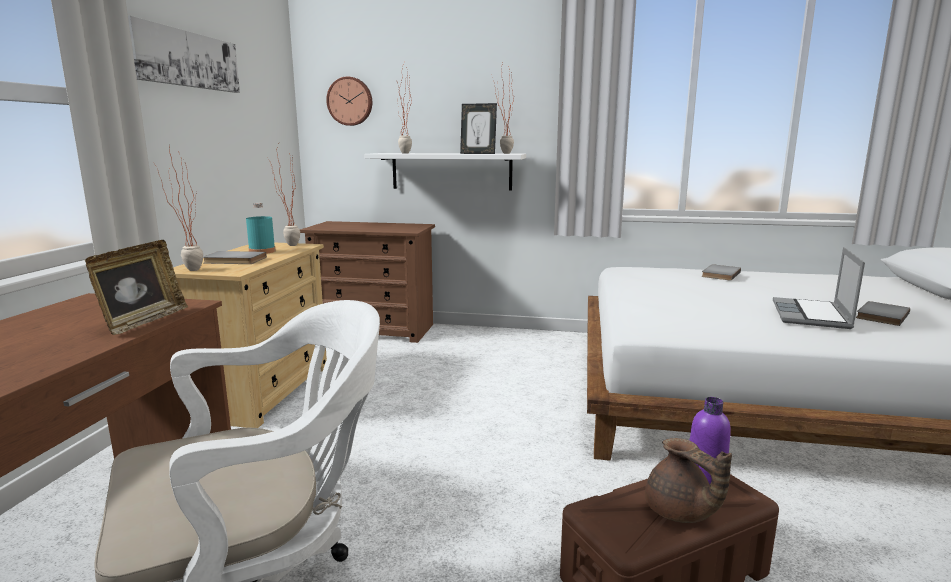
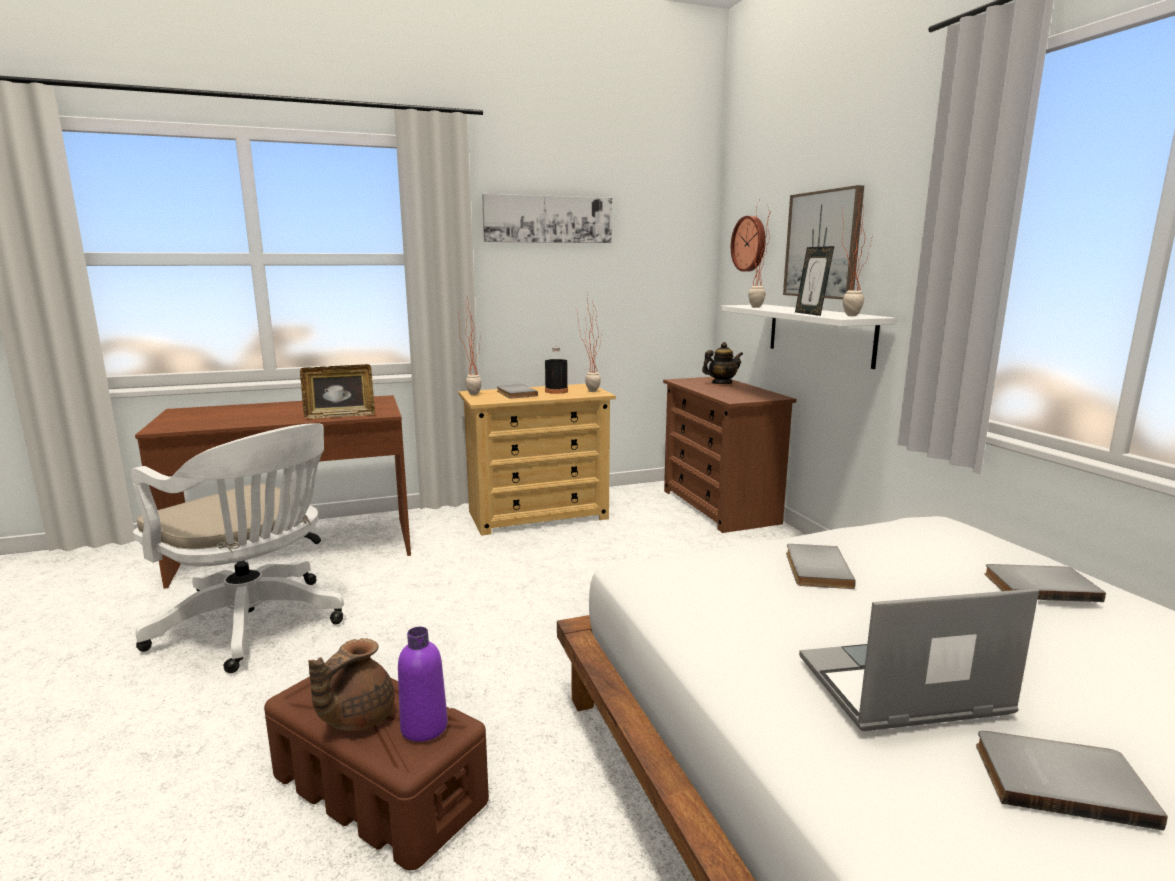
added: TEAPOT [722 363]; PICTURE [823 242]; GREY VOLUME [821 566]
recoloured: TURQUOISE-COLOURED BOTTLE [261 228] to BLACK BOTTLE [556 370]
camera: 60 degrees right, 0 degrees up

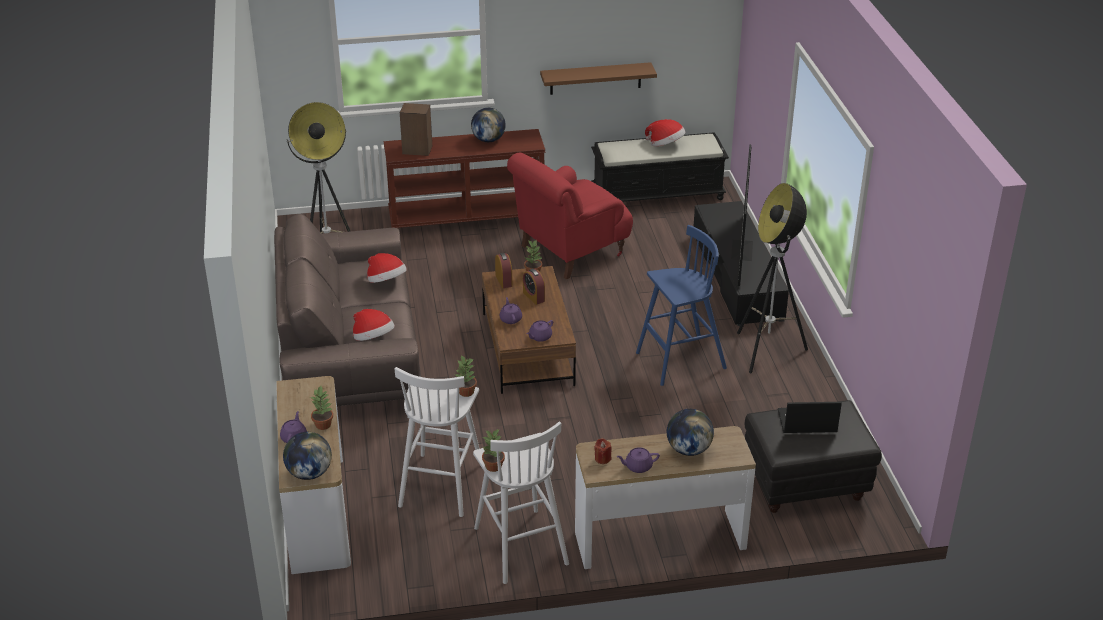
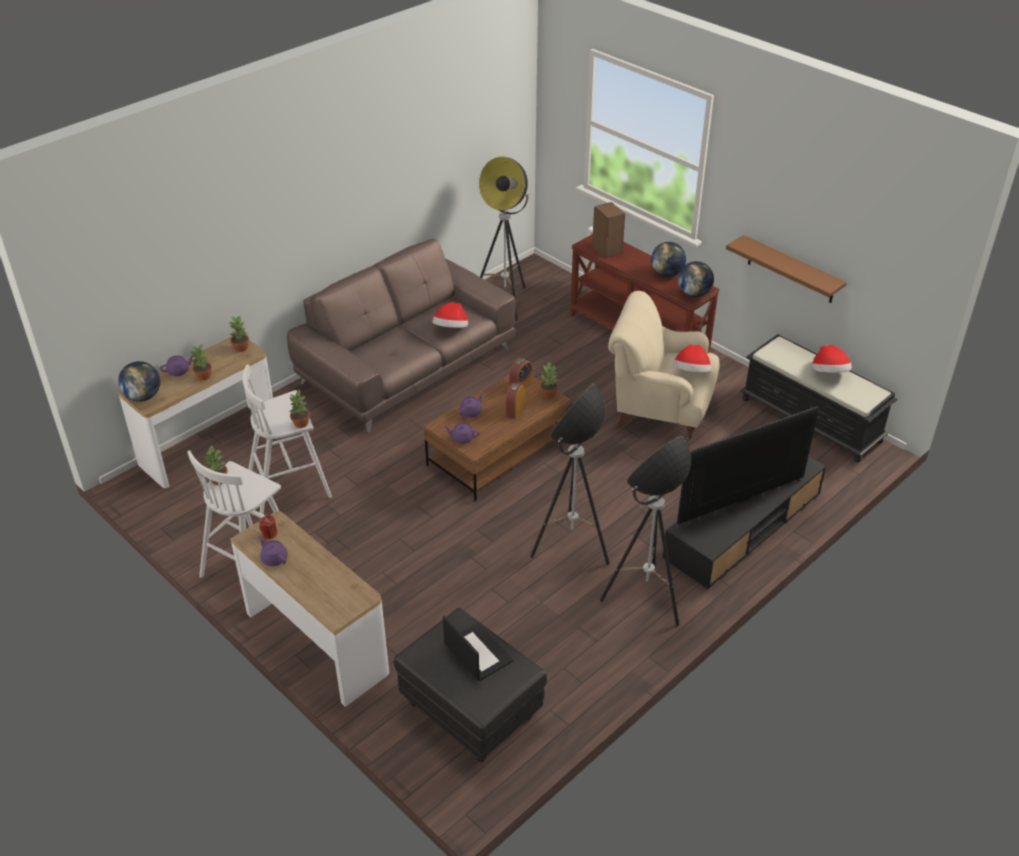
added: PLANT IN A POT [239 334]
moved: HAT [374 325] to [692 358]; GLOBE [690 432] to [696 279]
replaced: BLUE-COLOURED STOOL SEAT [681 305] to STANDARD LAMP [570 474]
recoloured: REDDISH LOUNGE CHAIR [570 216] to SAND-COLOURED LOUNGE CHAIR [663 366]
camera: 55 degrees right, 5 degrees up

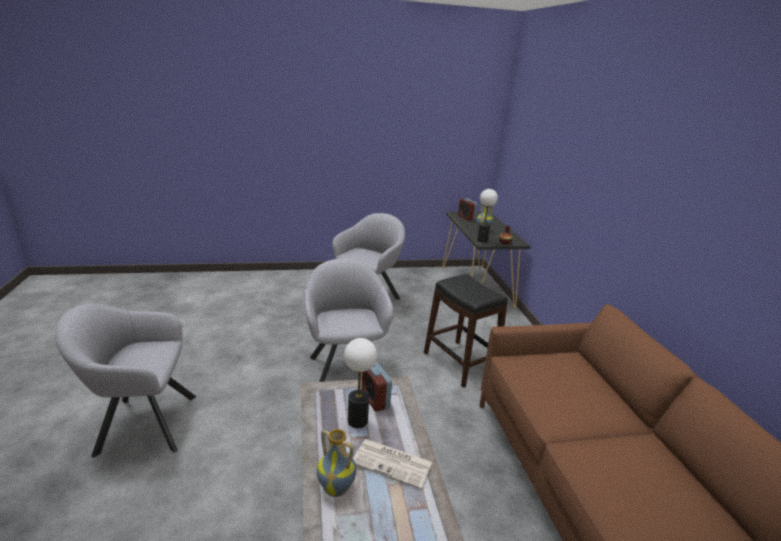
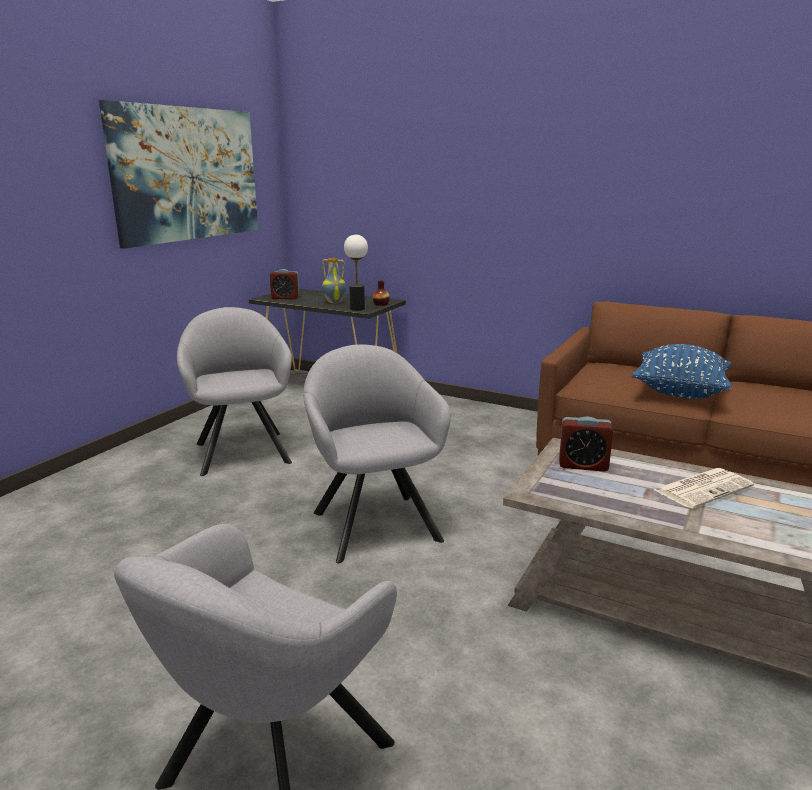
removed: FLOWER VASE [336 463]; LAMP FOR A TABLE [360 383]; BLACK STOOL SEAT [466 331]
added: PICTURE [178 174]; BLUE-COLOURED PILLOW [682 371]
turned: GREY LOUNGE CHAIR [348 320] = [377 453] 45 degrees clockwise
camera: 50 degrees left, 5 degrees down

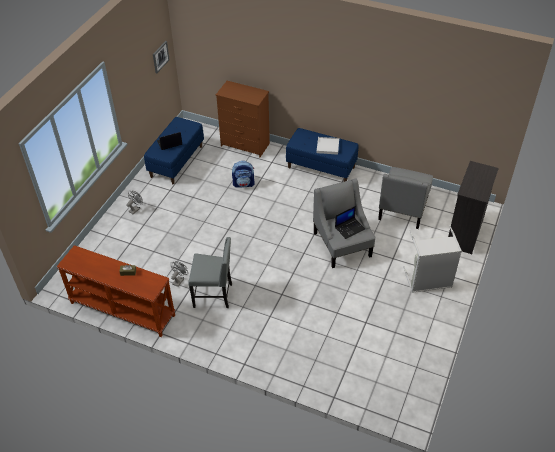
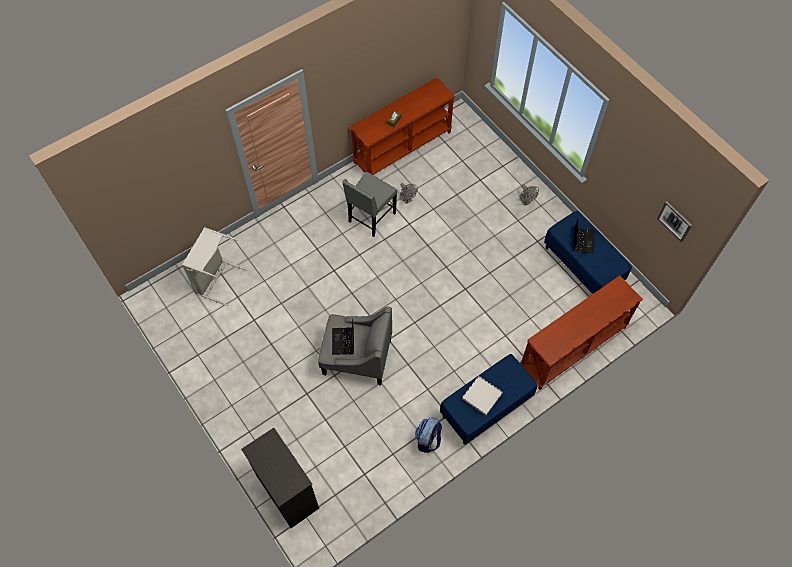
removed: GREY LOUNGE CHAIR [405 198]
moved: KNAPSACK [243 174] to [428 435]; GREY HAMPER [432 259] to [215 266]
replaced: BROWN-COLOURED DRESSER [243 119] to BROWN-COLOURED HALL TABLE [581 332]
camera: 120 degrees right, 15 degrees up

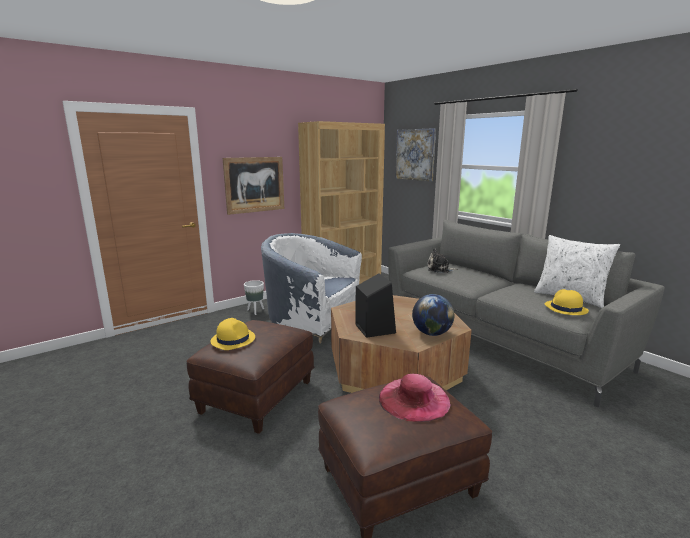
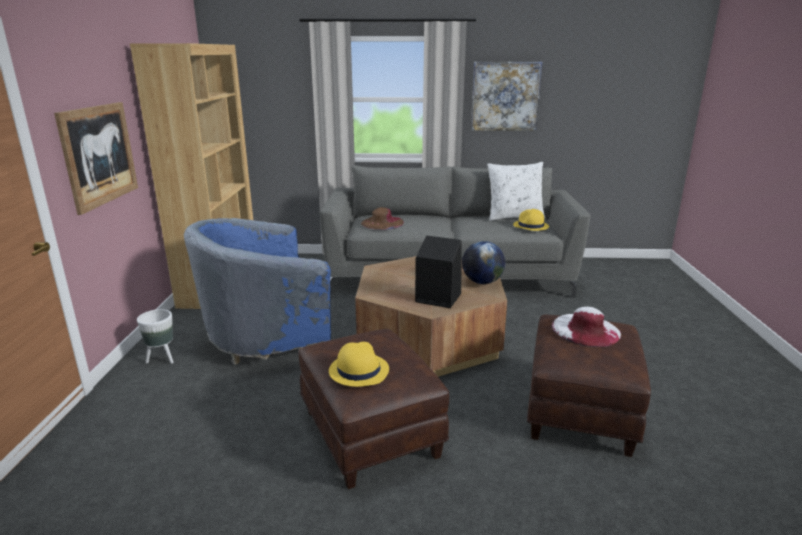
moved: PICTURE [415 155] to [506 96]
replaced: PLUSH TOY [442 260] to BROWN-COLOURED HAT [382 218]
recoloured: WHITISH LOUNGE CHAIR [311 288] to BLUE-COLOURED LOUNGE CHAIR [257 291]; PINK HAT [415 398] to WHITISH HAT [586 327]
camera: 50 degrees left, 5 degrees up

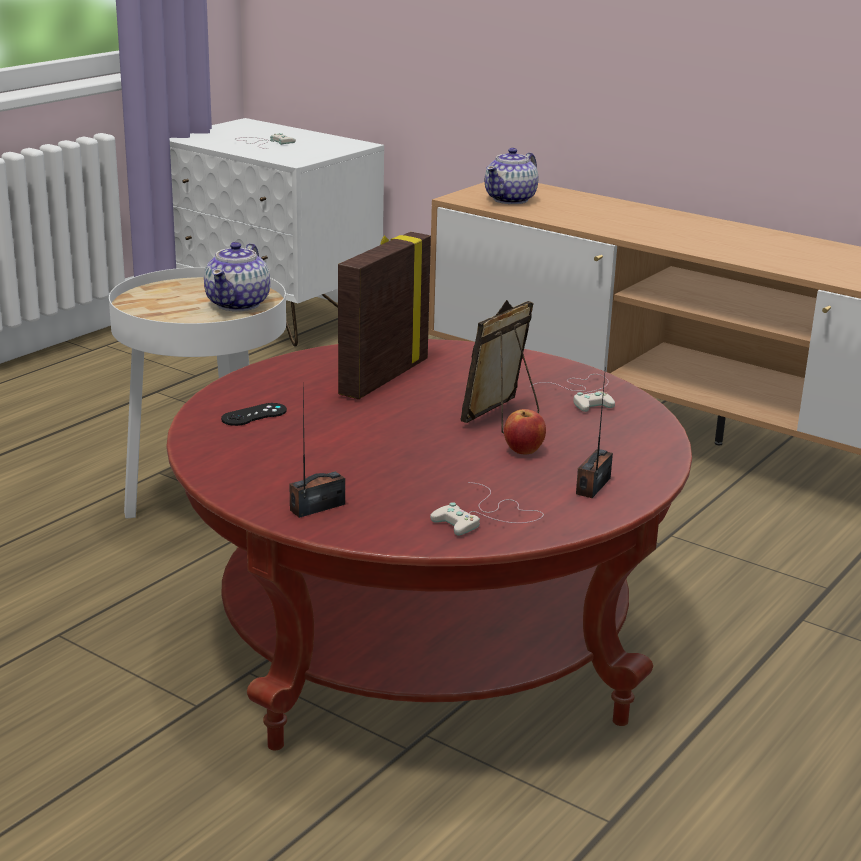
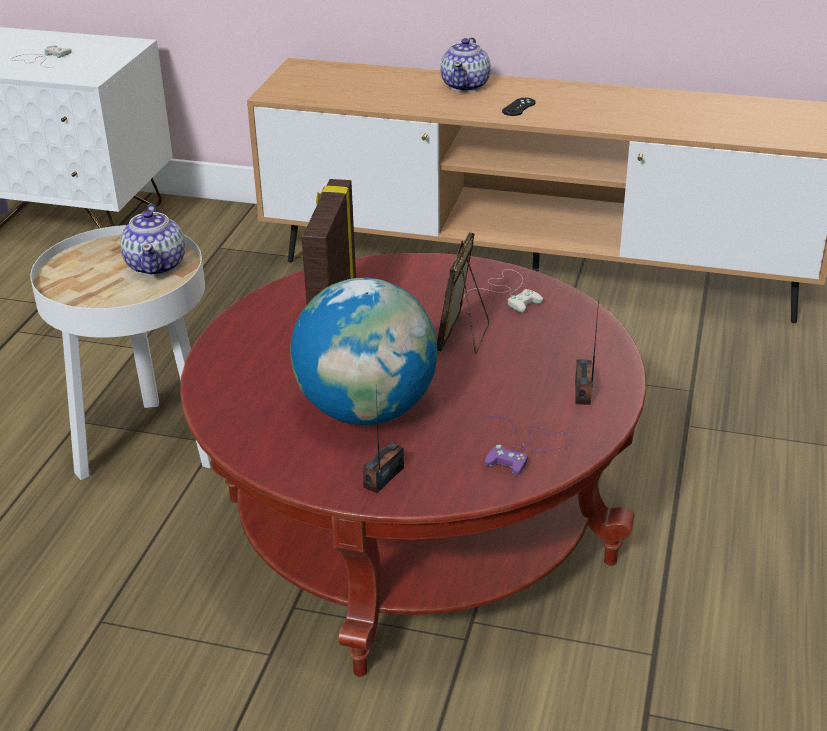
removed: APPLE FRUIT [525 431]
added: GLOBE [364 351]
moved: BLACK GAME CONTROLLER [254 414] to [519 107]; TEAPOT [511 176] to [465 64]
recoloured: WHITISH GAME CONTROLLER [487 508] to PURPLE GAME CONTROLLER [527 445]
camera: 20 degrees left, 10 degrees up

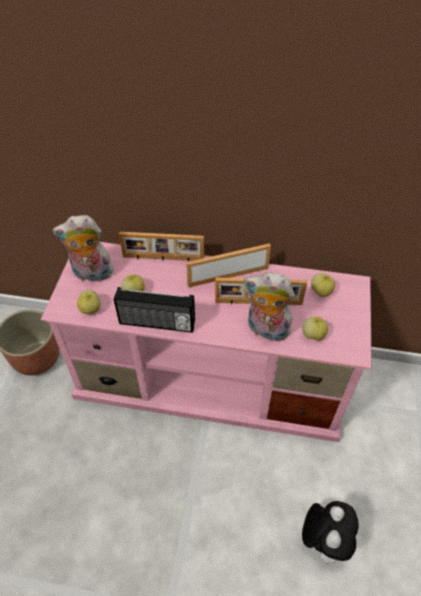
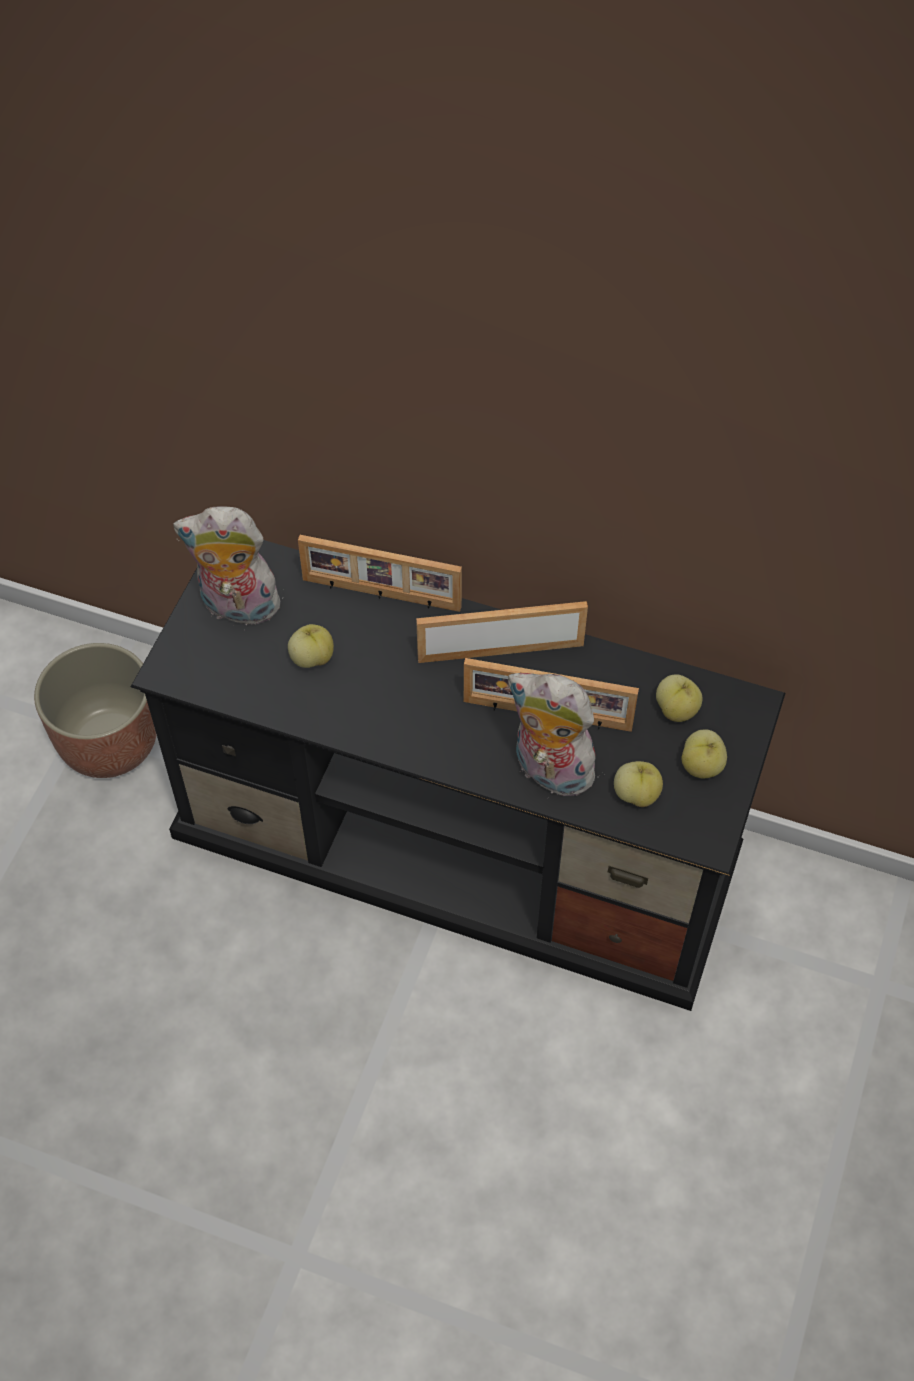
removed: RADIO [154 310]; PLUSH TOY [330 532]
moved: APPLE FRUIT [89 302] to [704 754]
recoloured: PINK MEDIA CONSOLE [206 342] to BLACK MEDIA CONSOLE [458 775]
camera: 10 degrees right, 5 degrees up

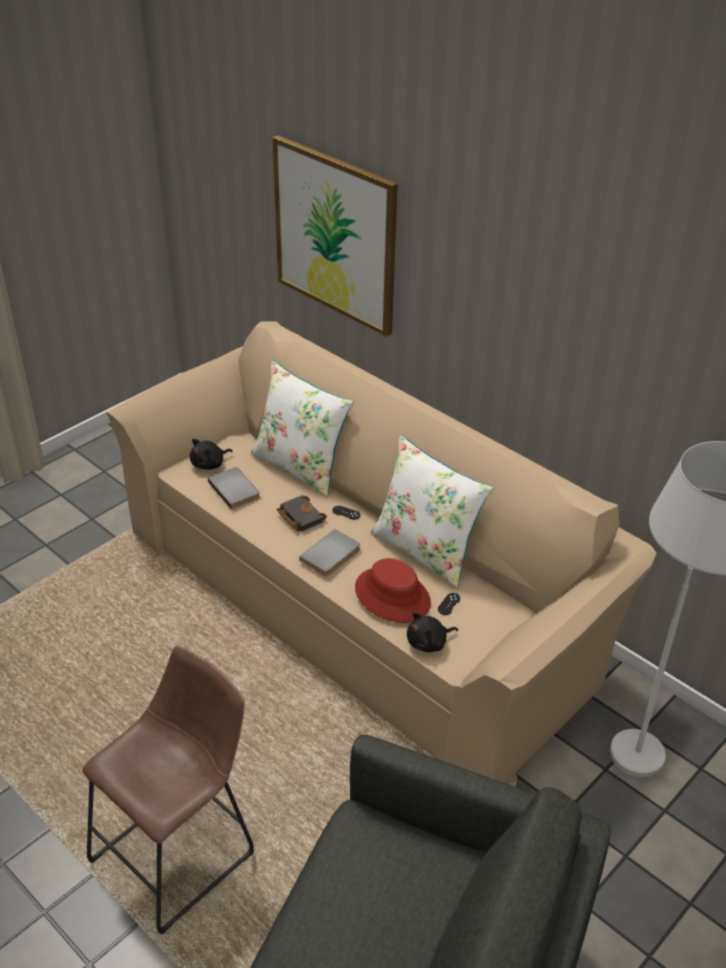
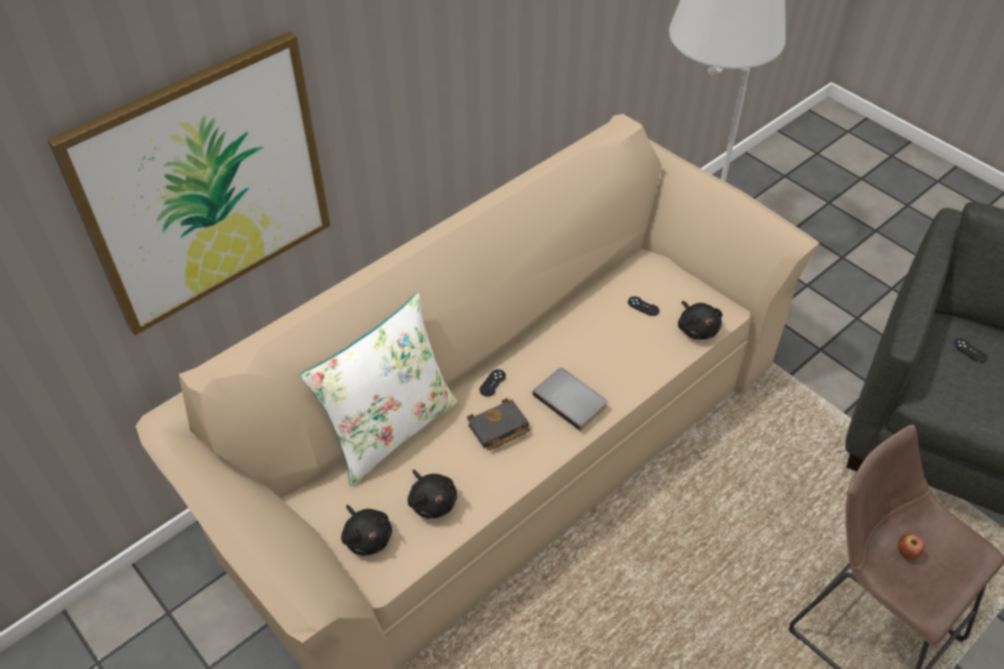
removed: REDDISH HAT [393 590]; WHITISH PILLOW [431 512]
added: APPLE FRUIT [911 546]; BLACK GAME CONTROLLER [971 350]
replaced: GREY VOLUME [234 488] to BLACK PLUSH TOY [432 494]
camera: 85 degrees left, 10 degrees up

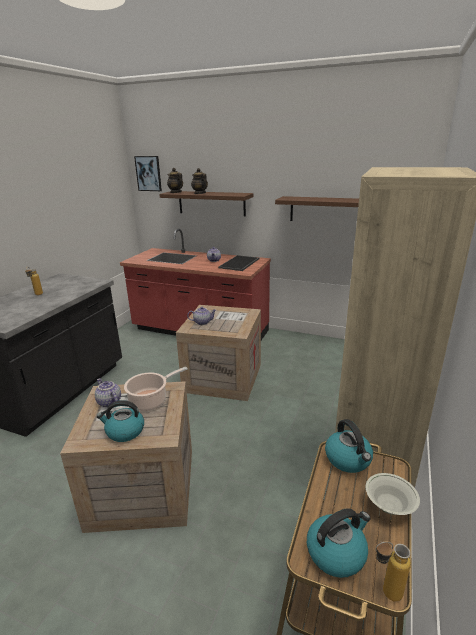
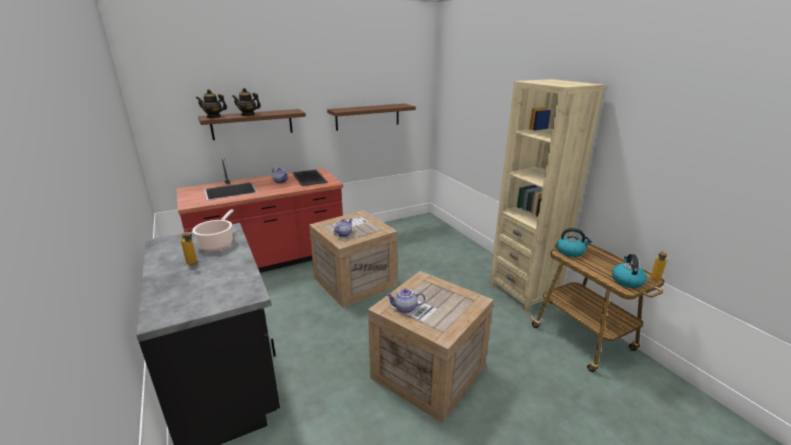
removed: TEA KETTLE [120 421]; PICTURE [148 173]; WHITISH BOWL [393 494]
moved: SAUCEPOT [156 389] to [213 230]
camera: 50 degrees left, 0 degrees up

